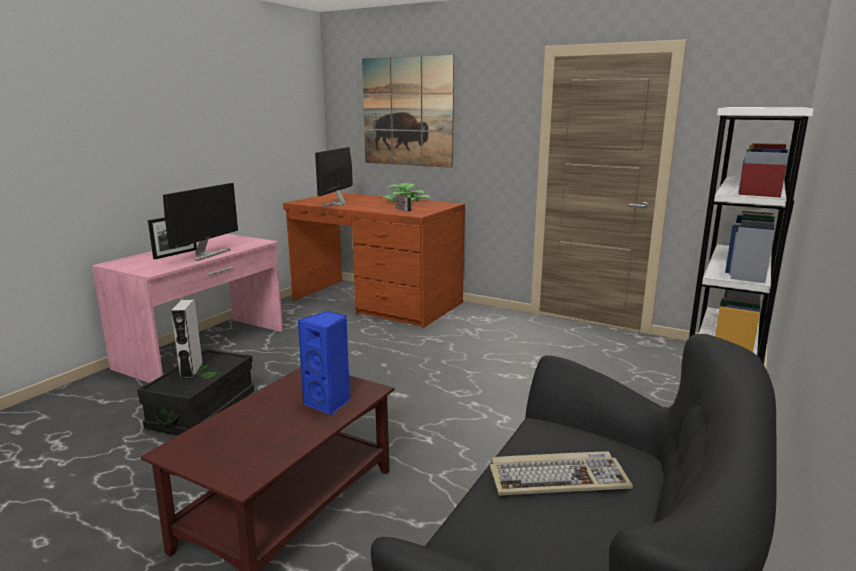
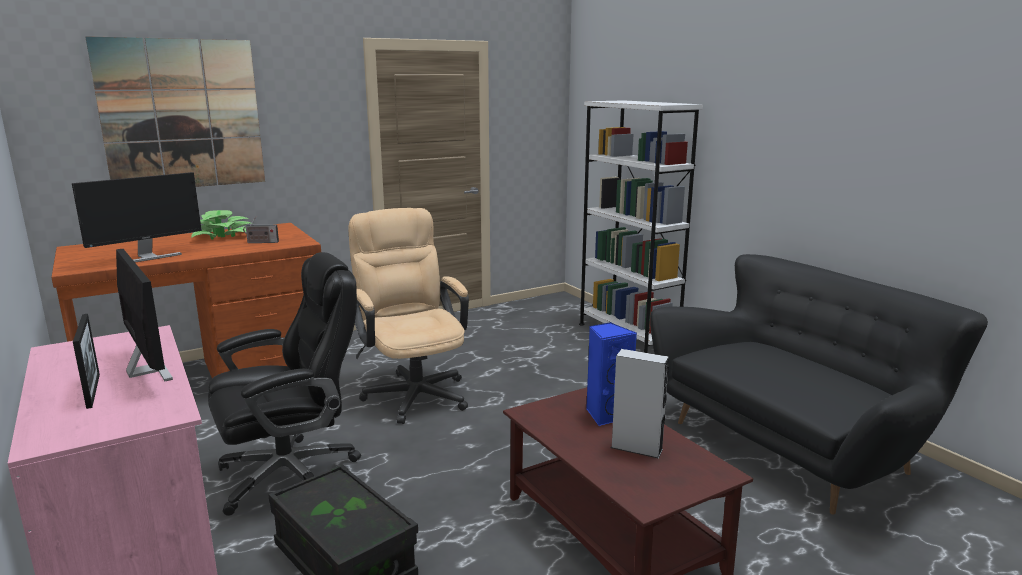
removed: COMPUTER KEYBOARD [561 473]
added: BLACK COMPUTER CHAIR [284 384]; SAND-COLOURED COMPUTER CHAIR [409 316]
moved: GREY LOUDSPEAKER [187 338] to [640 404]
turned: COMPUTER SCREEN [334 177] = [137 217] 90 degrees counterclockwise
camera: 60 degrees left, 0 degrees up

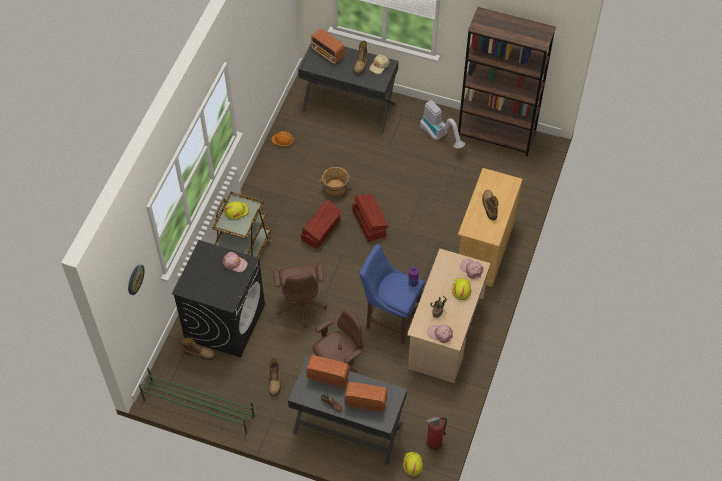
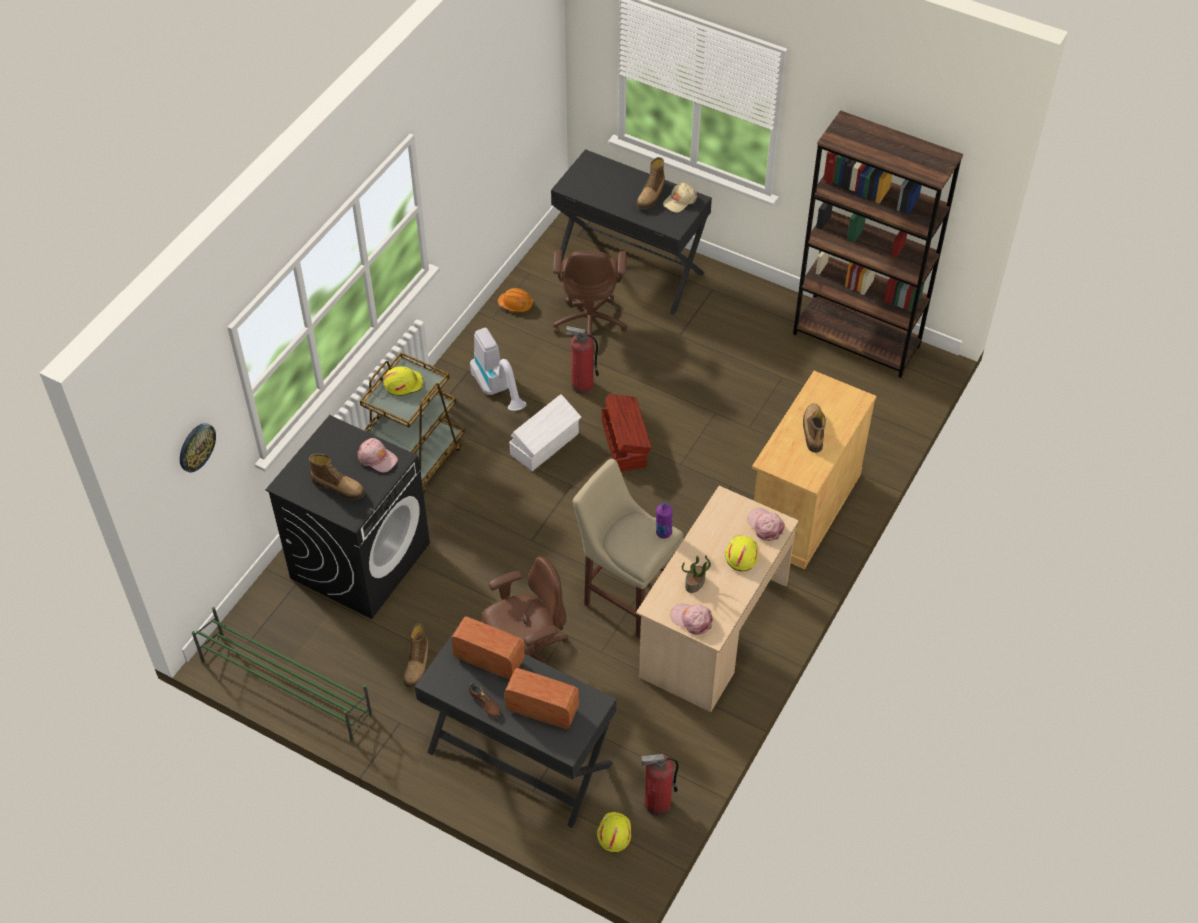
removed: RADIO [328 46]
moved: BOOT [198 349] to [337 476]; BROWN-COLOURED COMPUTER CHAIR [300 295] to [590 299]; HOOVER [442 124] to [498 369]
replaced: BROWN-COLOURED PAIL [335 182] to FIRE-FIGHTING CYLINDER [582 360]
recoloured: BROWN-COLOURED STORAGE CONTAINER [321 224] to WHITISH STORAGE CONTAINER [545 432]; BLUE-COLOURED STOOL SEAT [391 294] to SAND-COLOURED STOOL SEAT [628 548]
camera: 10 degrees right, 5 degrees down

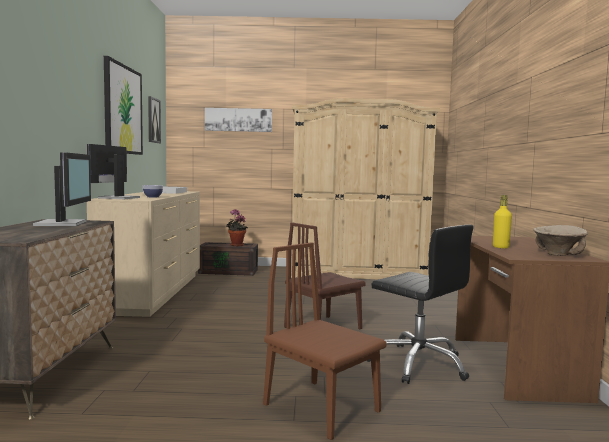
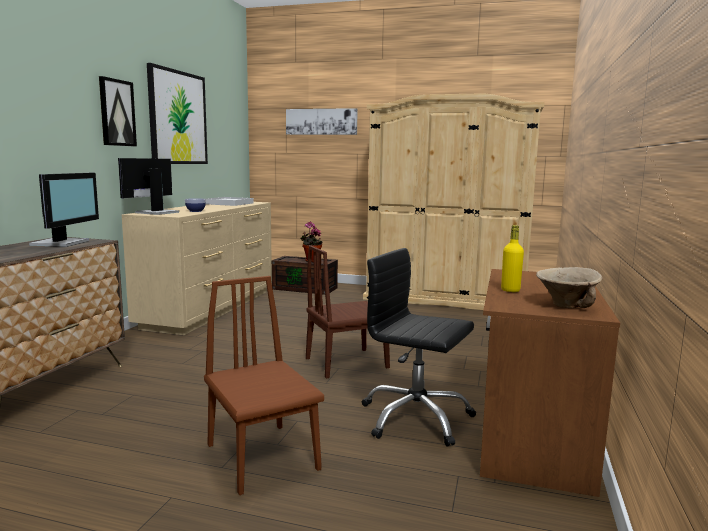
moved: PICTURE [154 119] to [118 111]
turned: BLACK COMPUTER CHAIR [420 304] = [419 347] 150 degrees clockwise
camera: 15 degrees right, 5 degrees up

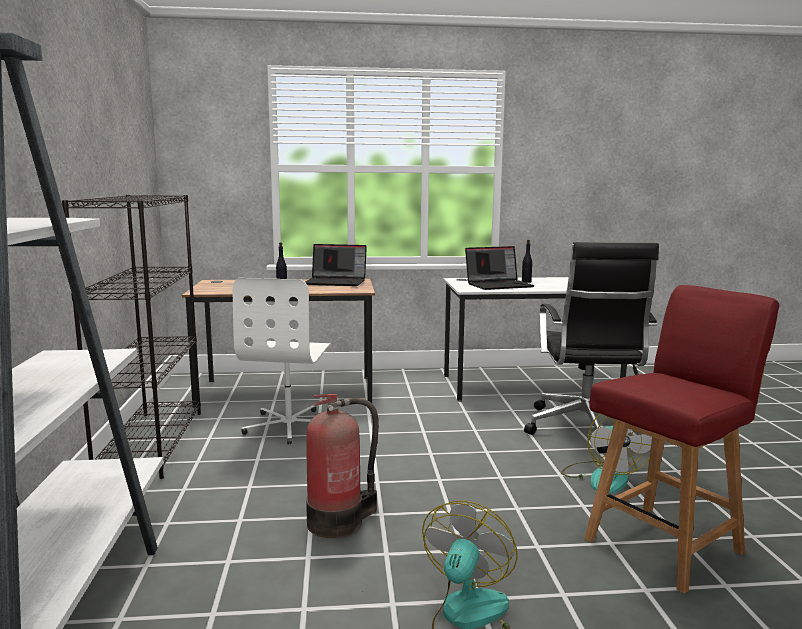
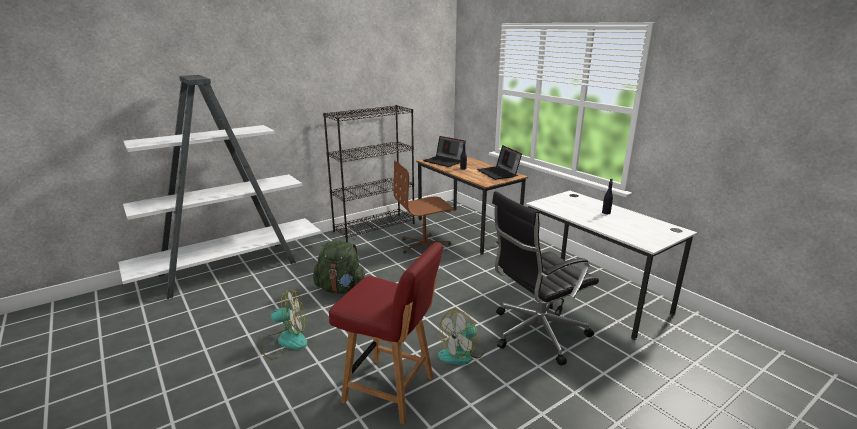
moved: NOTEBOOK COMPUTER [500 268] to [444 151]
replaced: FIRE-FIGHTING CYLINDER [342 466] to GREEN KNAPSACK [339 267]
recoloured: WHITISH COMPUTER CHAIR [282 361] to BROWN-COLOURED COMPUTER CHAIR [423 206]
camera: 60 degrees right, 10 degrees up

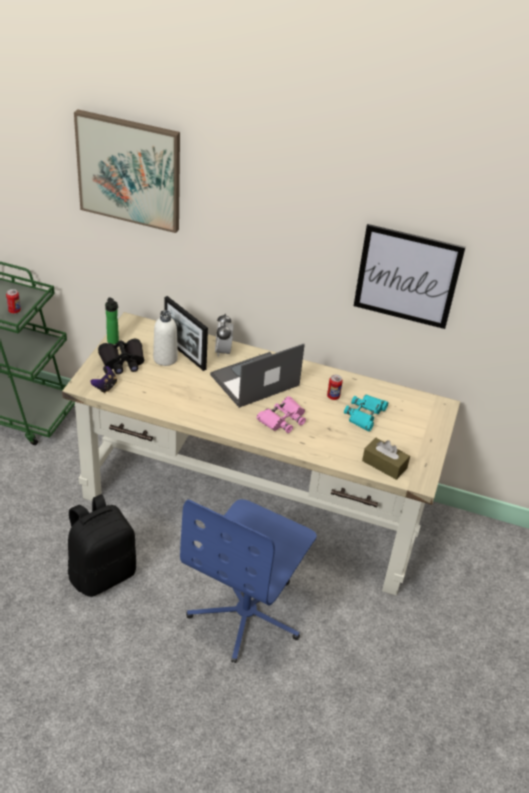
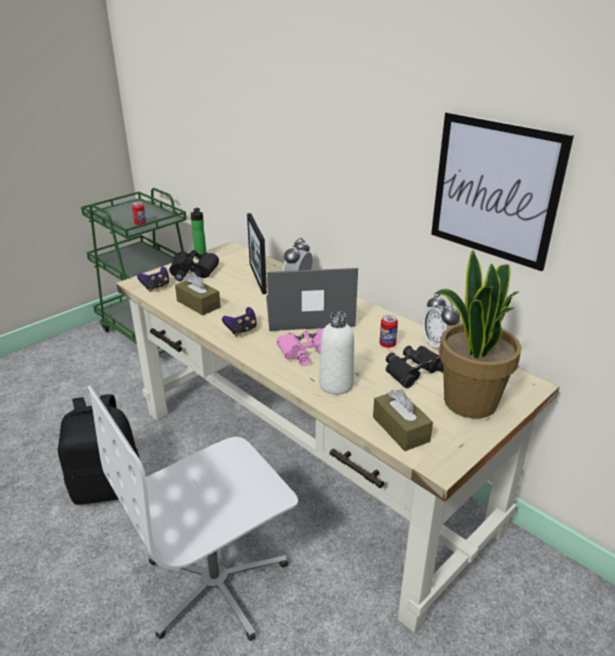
removed: PICTURE [127 171]
added: BROWN-COLOURED TISSUE BOX [198 293]; GAME CONTROLLER [239 322]; BEDSIDE CLOCK [442 322]; PLANT IN A POT [478 334]
moved: WHITISH BOTTLE [165 338] to [336 352]
recoloured: BLUE-COLOURED COMPUTER CHAIR [248 581] to WHITISH COMPUTER CHAIR [192 513]; TURQUOISE-COLOURED PAIR OF BINOCULARS [366 413] to BLACK PAIR OF BINOCULARS [414 367]
camera: 30 degrees right, 10 degrees down

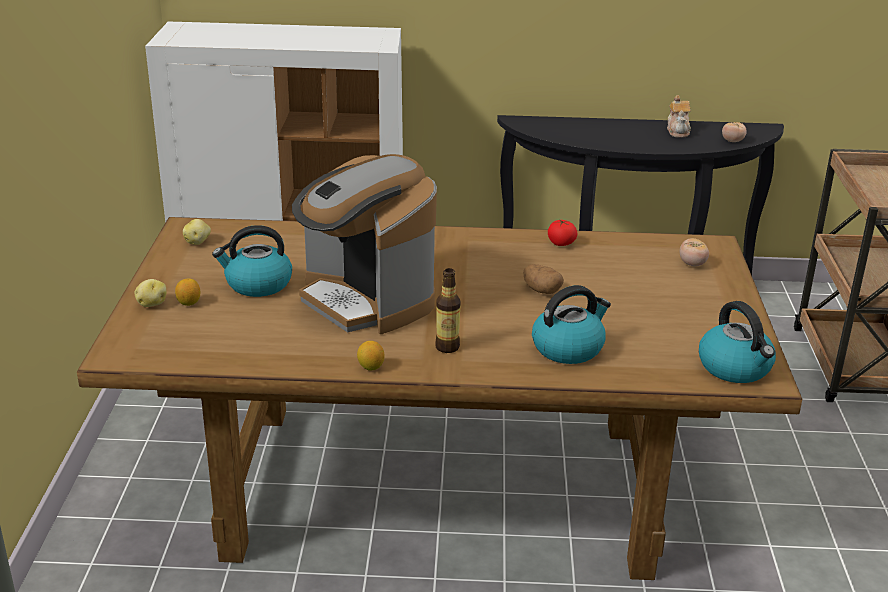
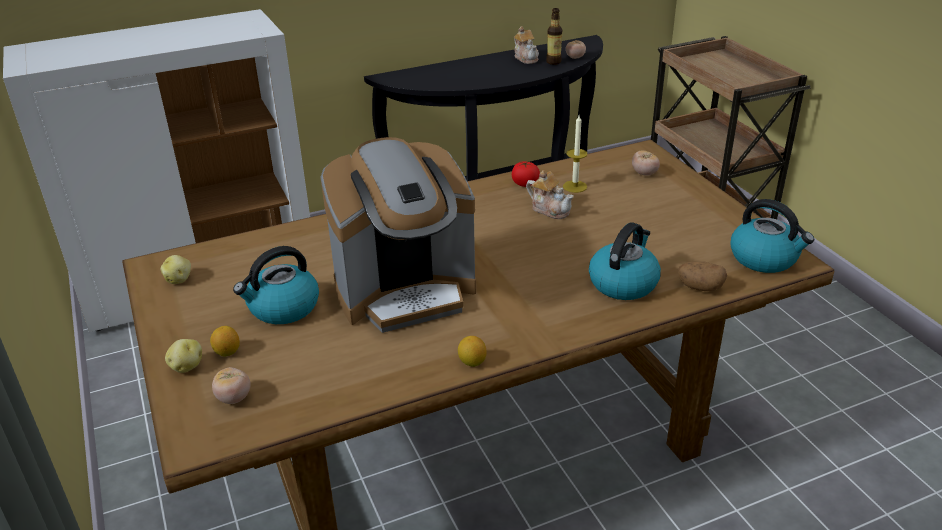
added: WHOLE TOMATO [231 385]; TEAPOT [550 194]; WAX CANDLE [575 154]
moved: BOTTLE [448 310] to [554 36]; SPUD [543 279] to [702 276]
turned: COFFEE MAKER [364 244] = [398 235] 45 degrees counterclockwise
camera: 25 degrees left, 5 degrees up

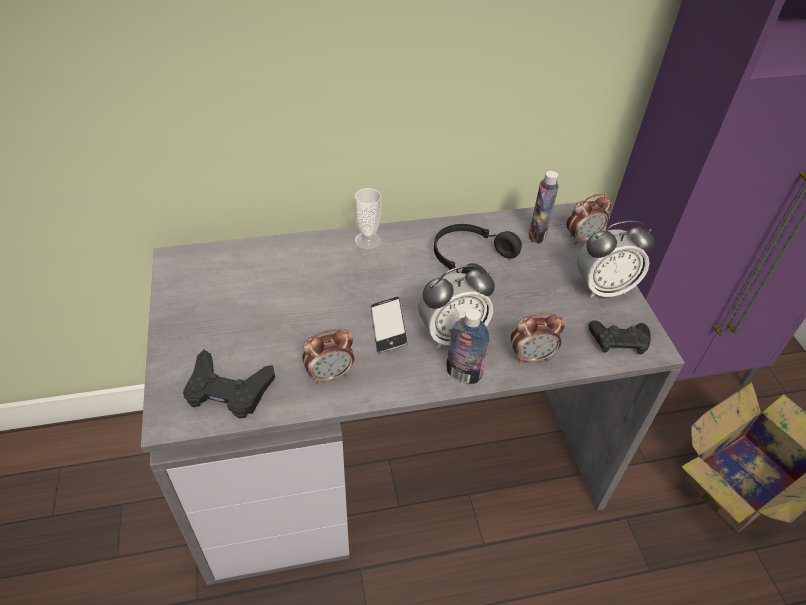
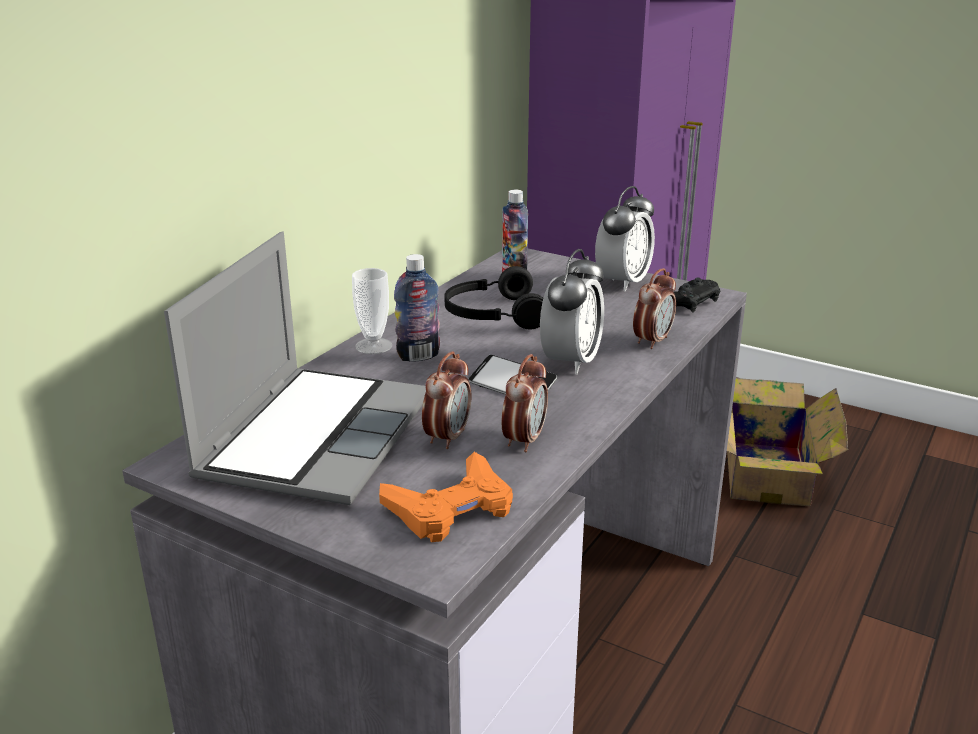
added: NOTEBOOK COMPUTER [295 368]
moved: BOTTLE [468 346] to [417 308]; BEDSIDE CLOCK [589 219] to [446 400]
recoloured: BLACK GAME CONTROLLER [229 384] to ORANGE-COLOURED GAME CONTROLLER [446 497]
camera: 45 degrees left, 20 degrees down

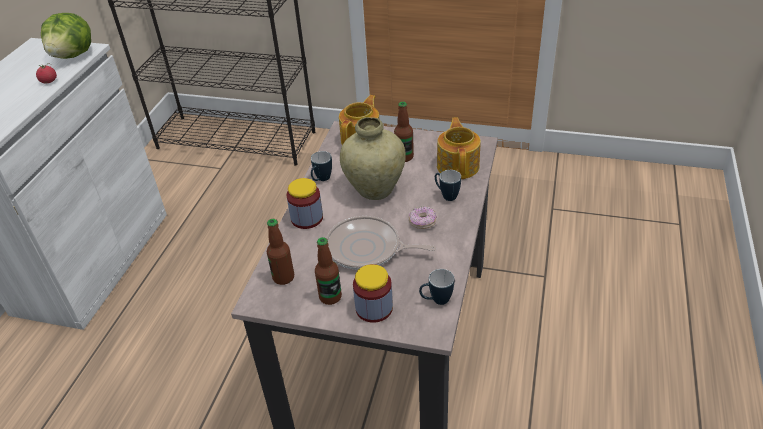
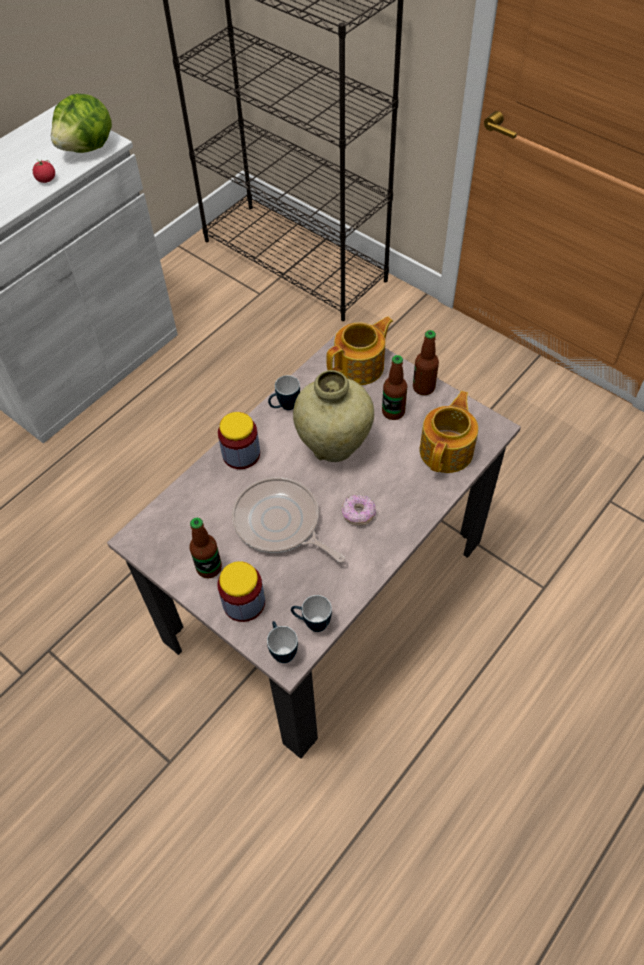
moved: BOTTLE [280 252] to [426 362]; TEA MUG [448 185] to [282 642]
camera: 25 degrees right, 15 degrees up

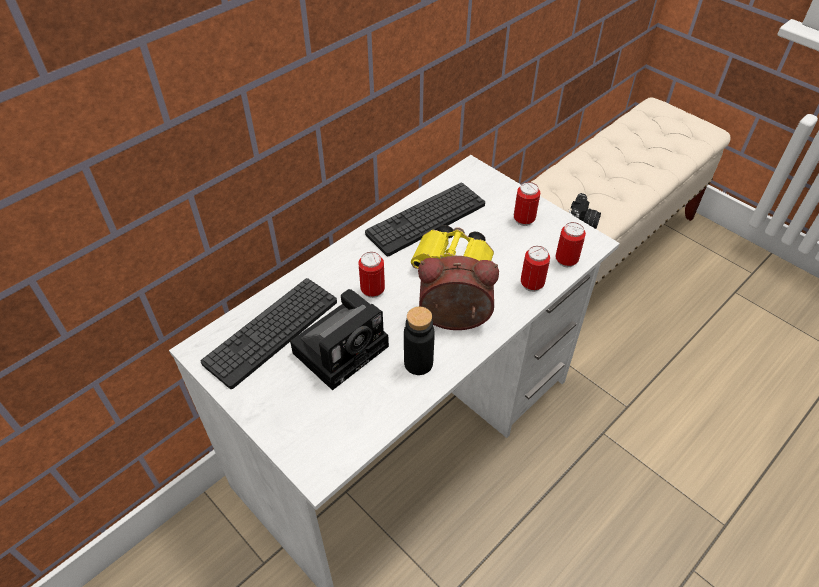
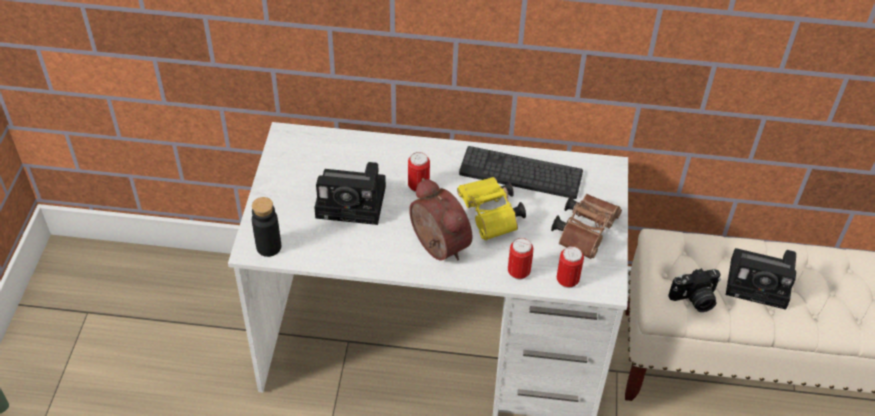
removed: COMPUTER KEYBOARD [269 333]
added: PHOTO CAMERA [761 279]
moved: BLACK BOTTLE [419 341] to [266 227]
replaced: SEALED CAN [527 204] to BROWN-COLOURED PAIR OF BINOCULARS [586 226]
camera: 50 degrees right, 0 degrees up

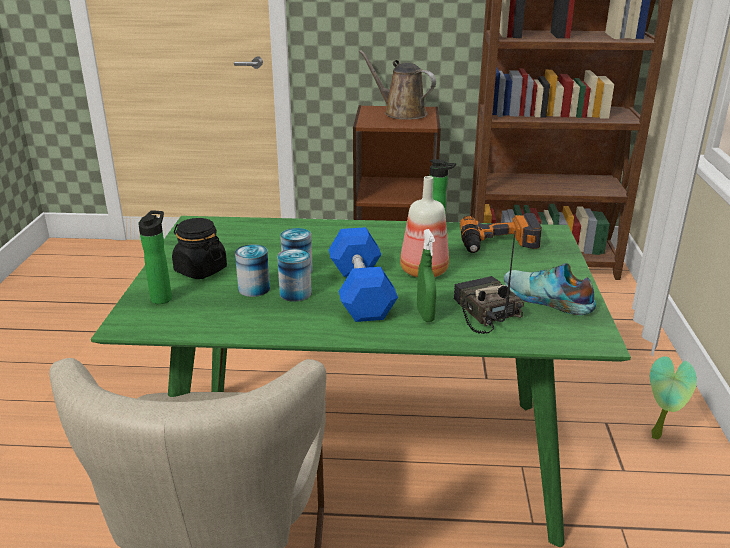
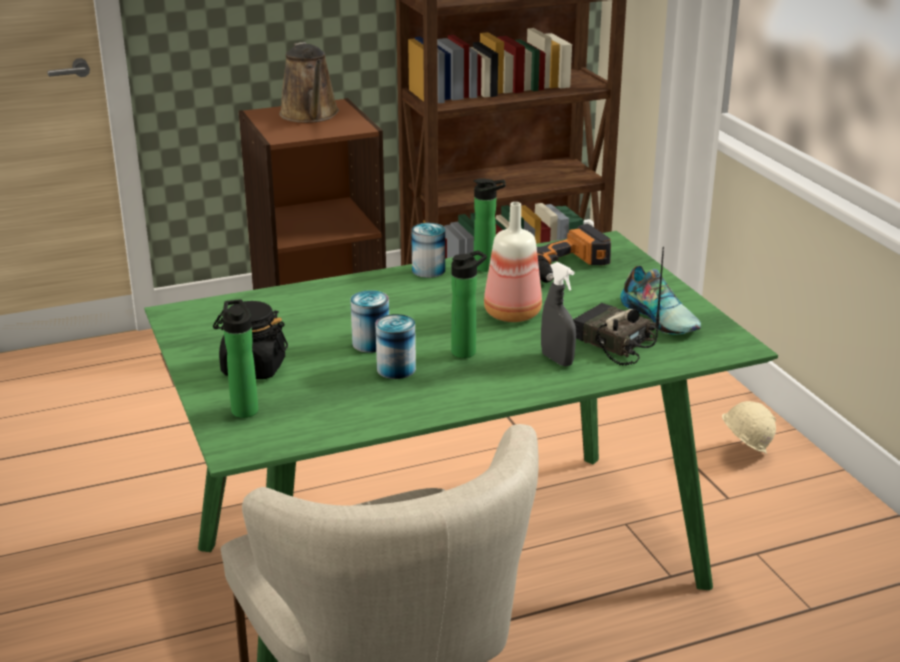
moved: SEALED CAN [252 270] to [428 250]
replaced: BLUE-COLOURED FREE WEIGHT [363 274] to BOTTLE [469 304]; PLANT IN A POT [673 397] to SAND-COLOURED SAFETY HELMET [749 427]
recoloured: GREEN SPRAYER [426 275] to GREY SPRAYER [558 314]
turned: BROWN-COLOURED WATERING POT [397 85] = [309 82] 120 degrees counterclockwise; SHOE [550 289] = [660 300] 135 degrees counterclockwise
camera: 25 degrees left, 0 degrees up

